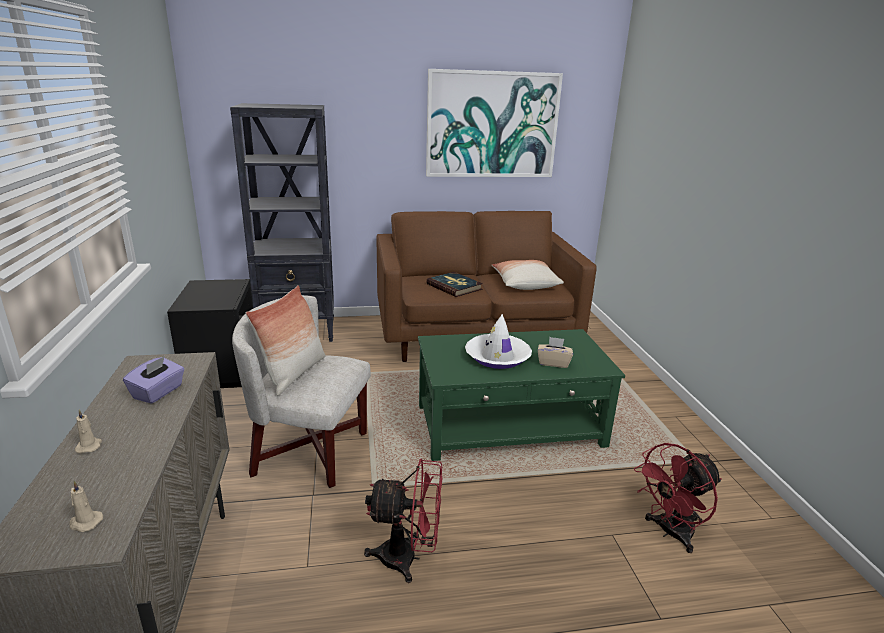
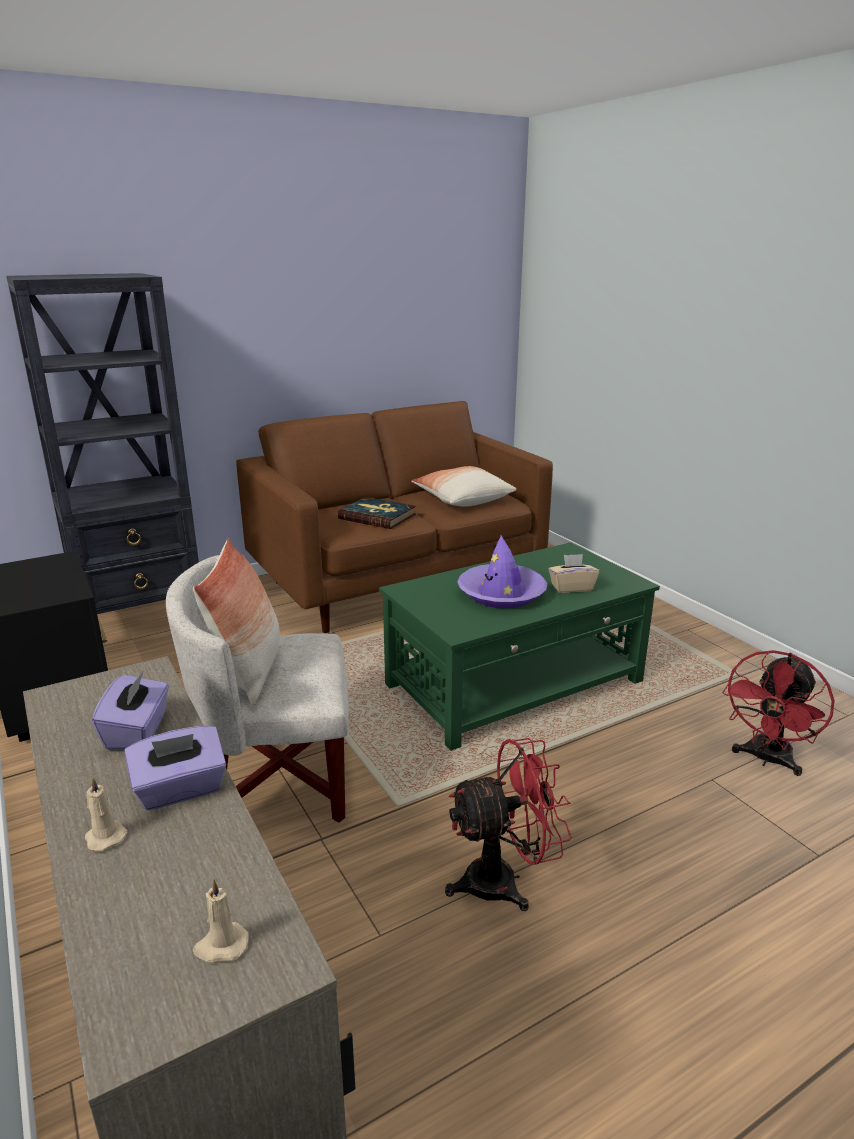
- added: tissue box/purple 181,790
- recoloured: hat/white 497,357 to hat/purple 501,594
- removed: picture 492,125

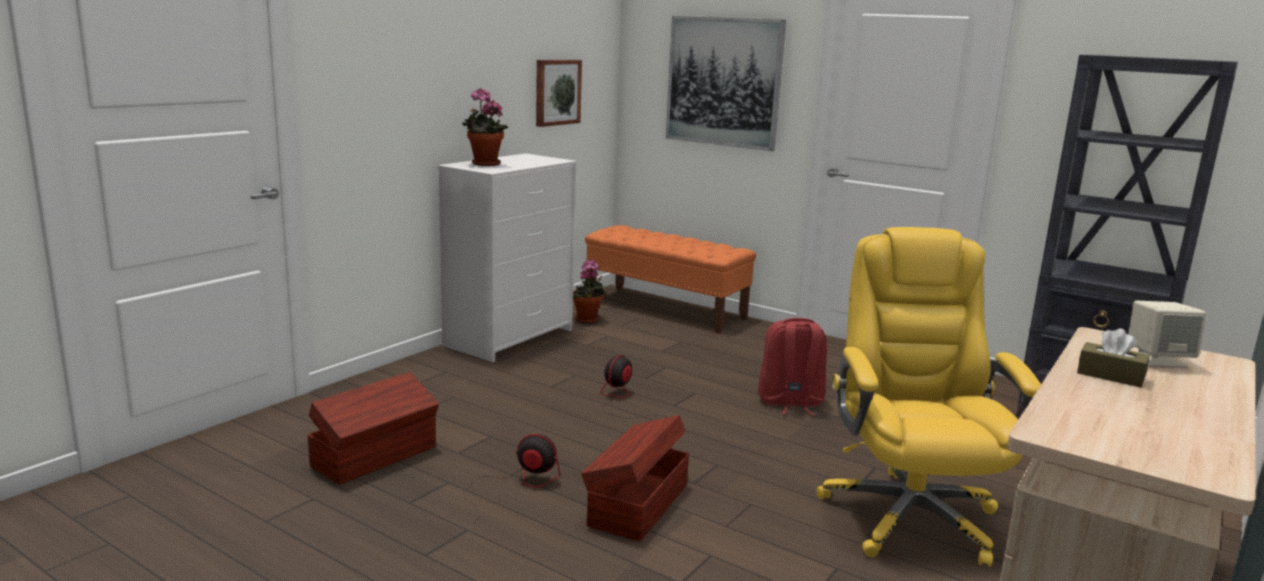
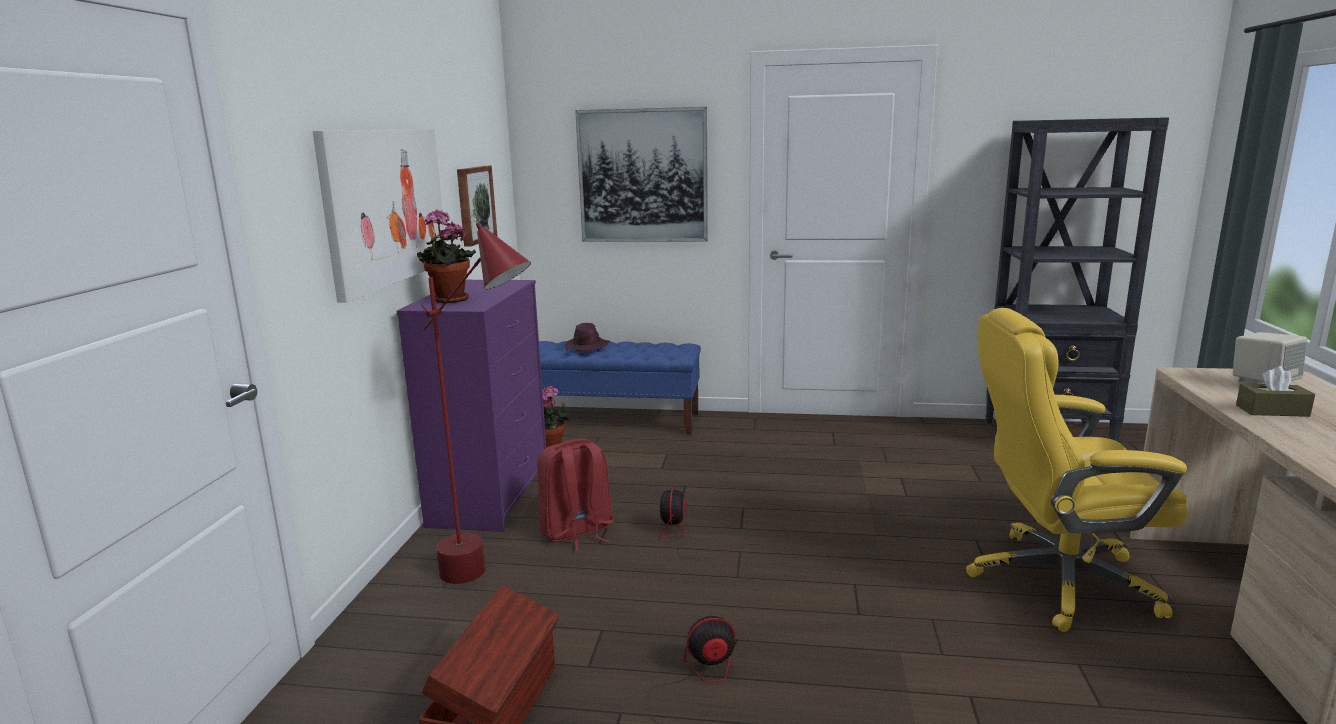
- added: picture 386,206
- recoloured: dresser/white 510,337 to dresser/purple 490,495
- added: floor lamp/red 494,578
- moved: backpack/red 789,402 to 577,532
- recoloured: bench/orange 665,309 to bench/blue 614,421
- added: hat/purple 587,347
- turned: office chair/yellow 909,515 = 1057,581 60 degrees counterclockwise
- removed: storage box/brown 636,505

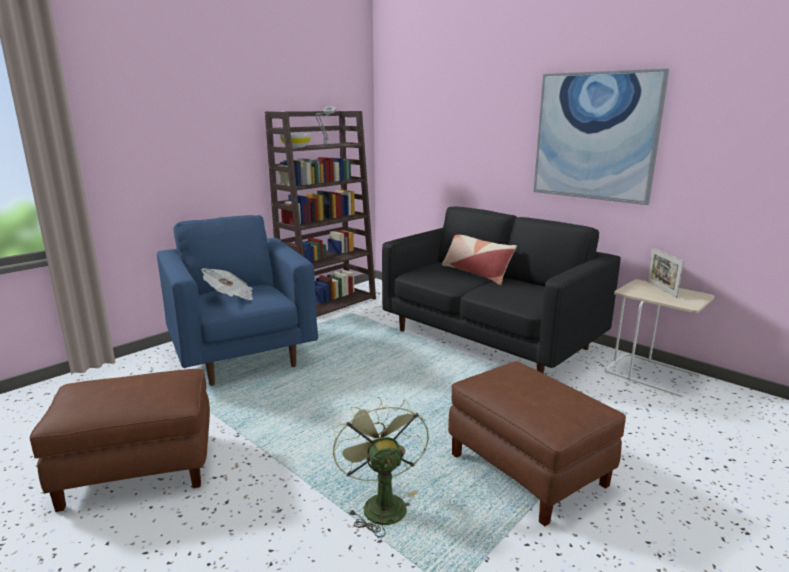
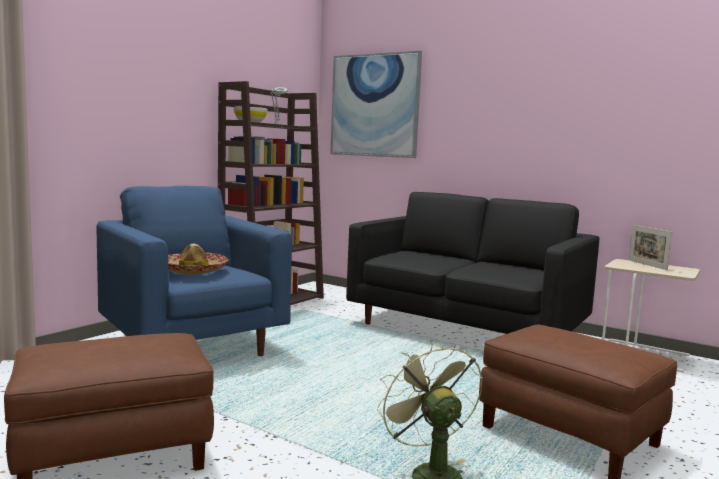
- replaced: newspaper 230,297 to hat 193,270
- moved: picture 595,136 to 374,105
- removed: pillow 475,273

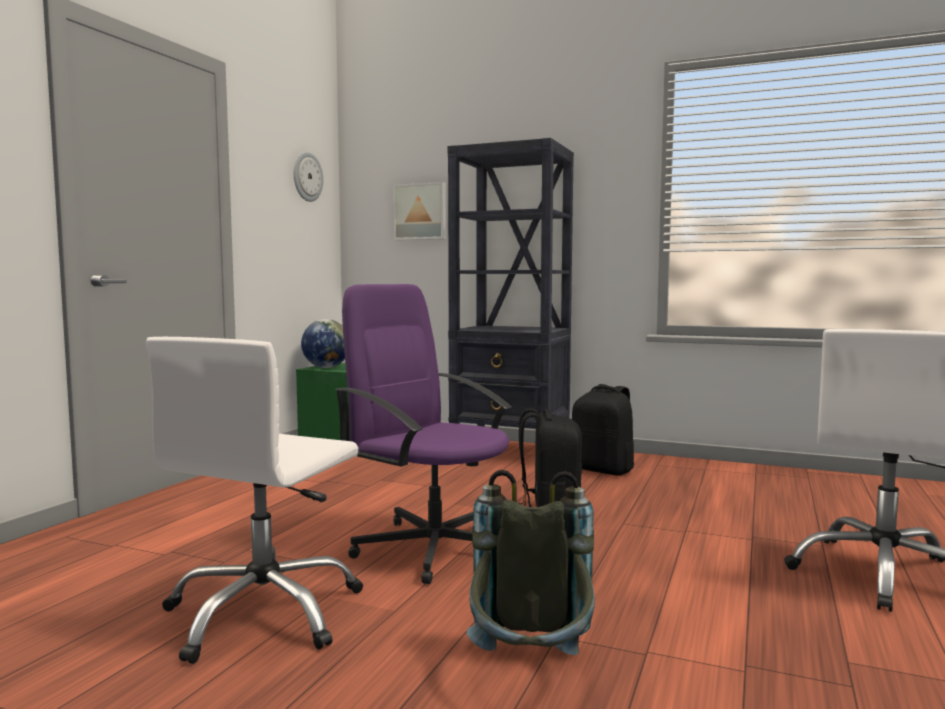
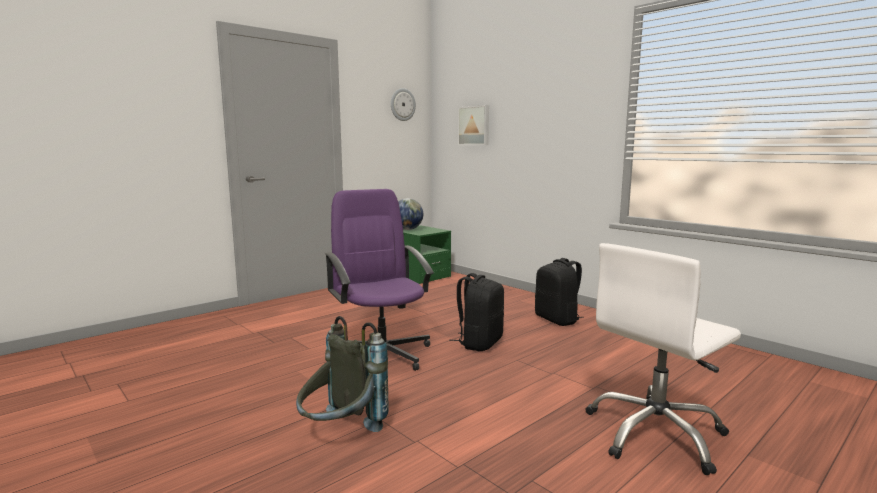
- removed: office chair/white 264,613
- removed: bookcase/black 511,451

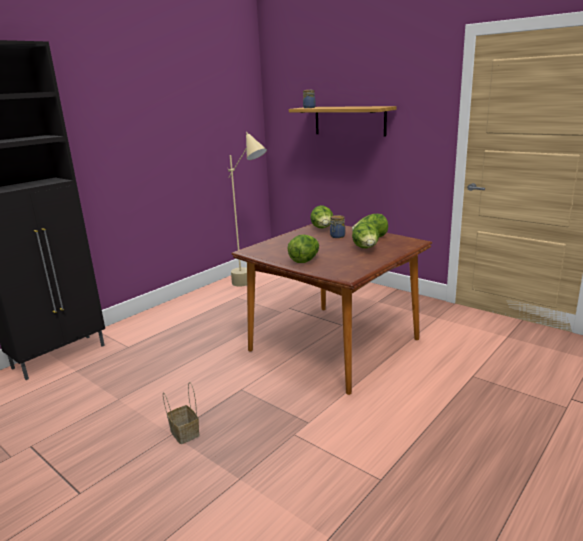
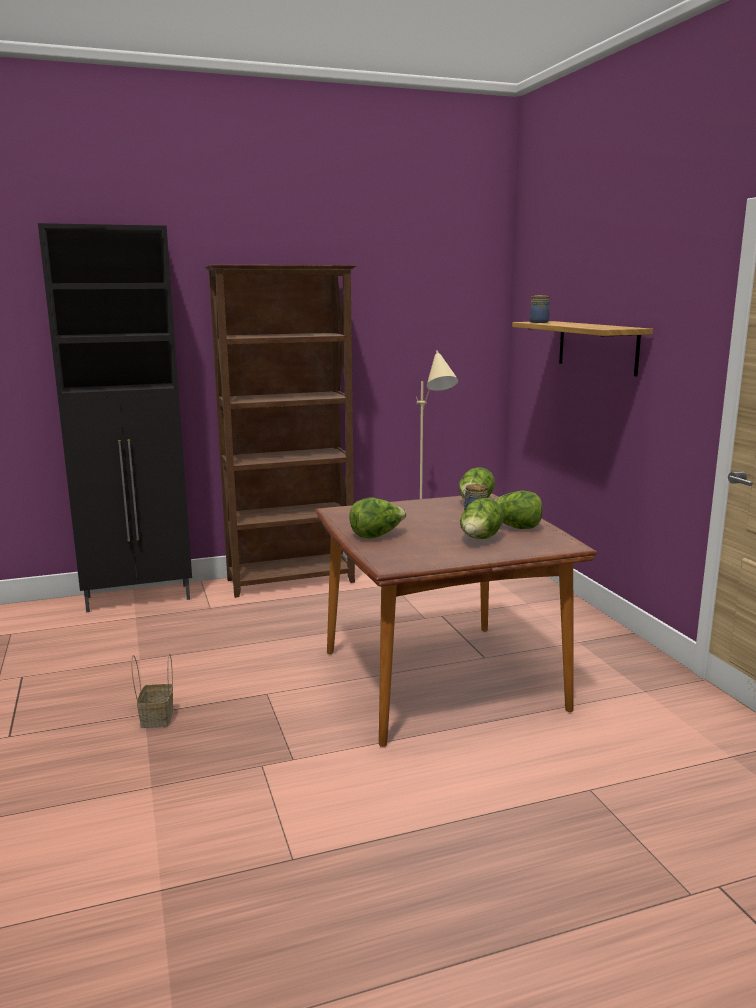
- added: bookcase/brown 292,581

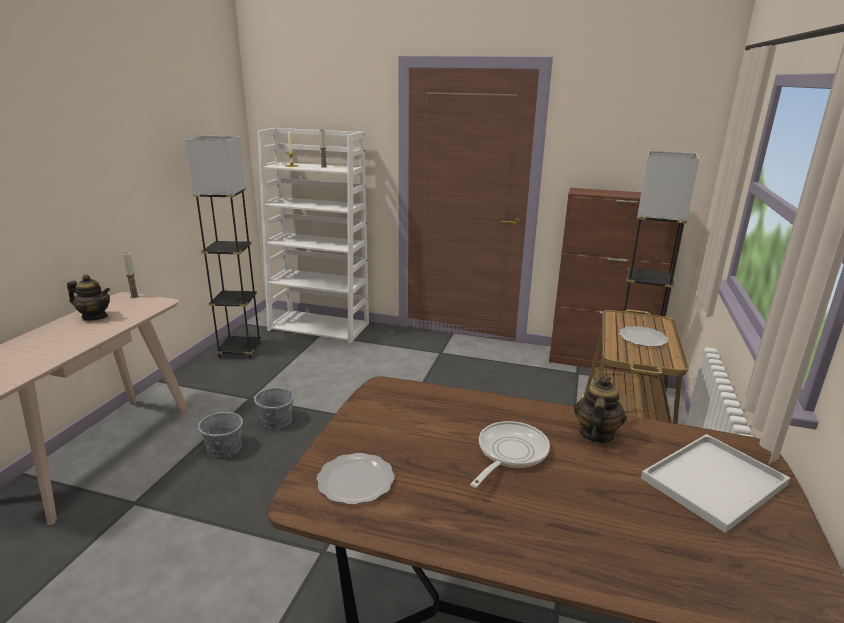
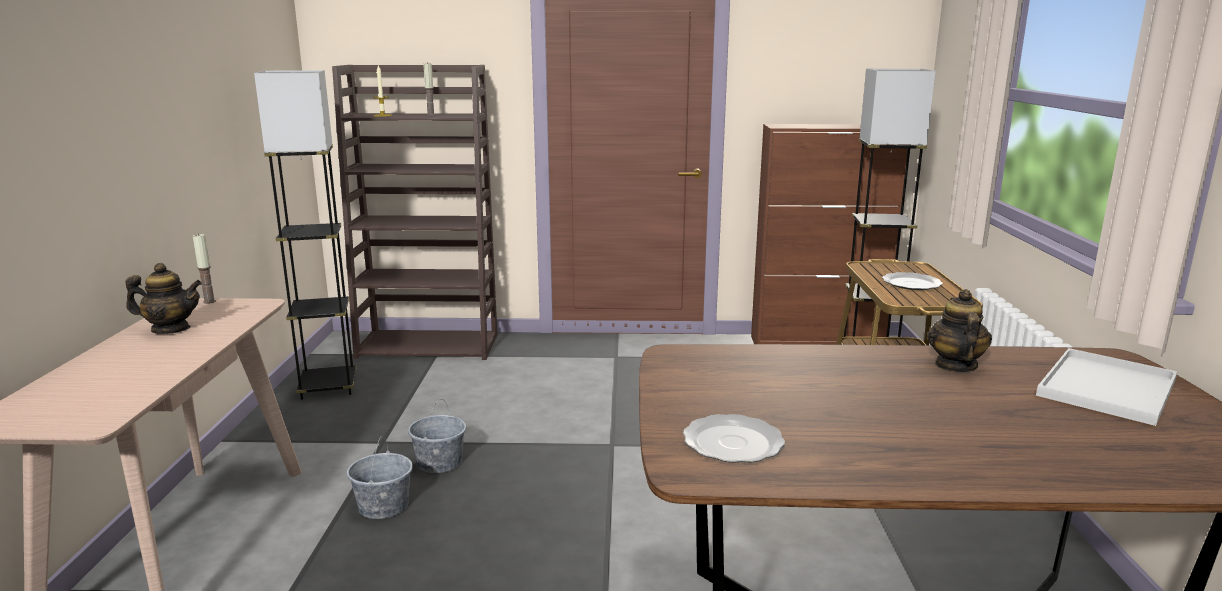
- recoloured: bookcase/white 320,327 to bookcase/brown 430,345
- removed: frying pan 509,453

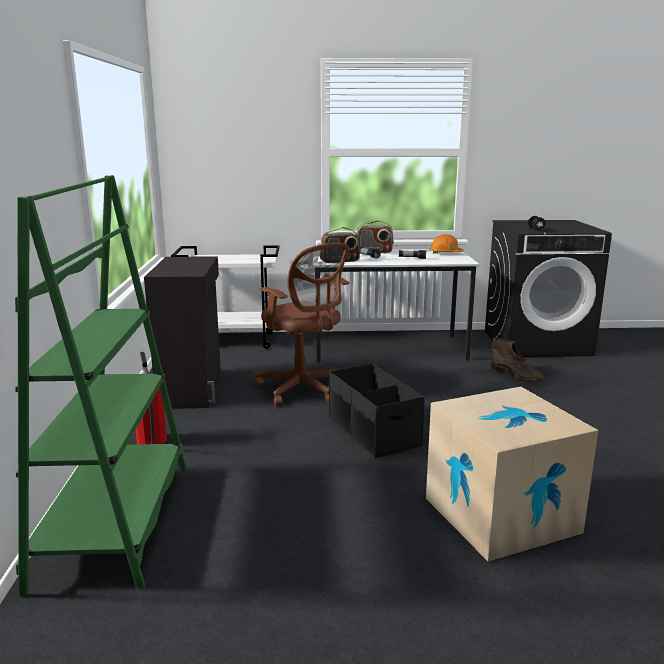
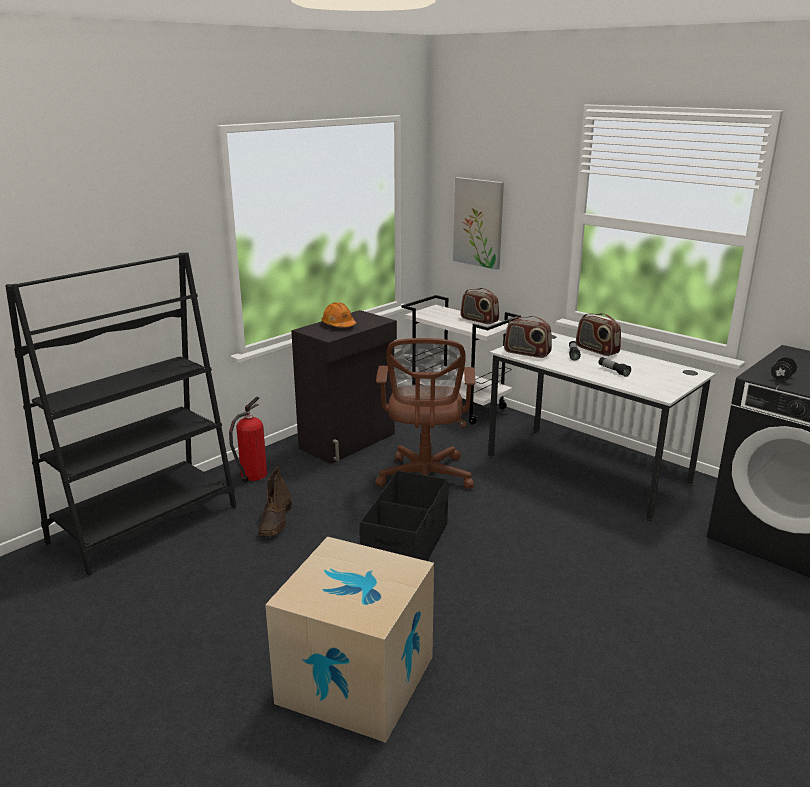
- recoloured: bookcase/green 116,522 to bookcase/black 145,524
- moved: boot/brown 516,375 to 275,521
- moved: hard hat/orange 445,253 to 338,325
- added: picture 478,222
- added: radio 479,320

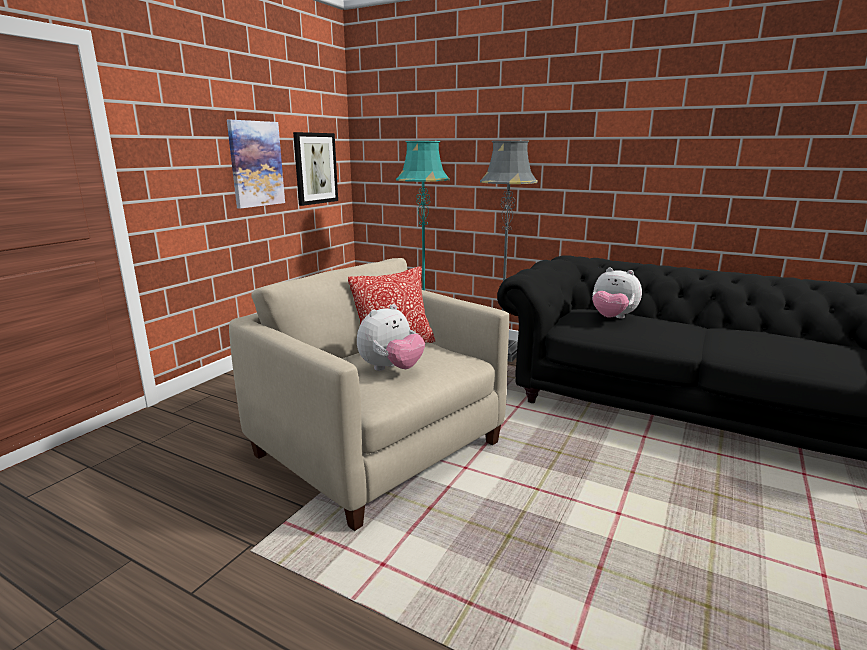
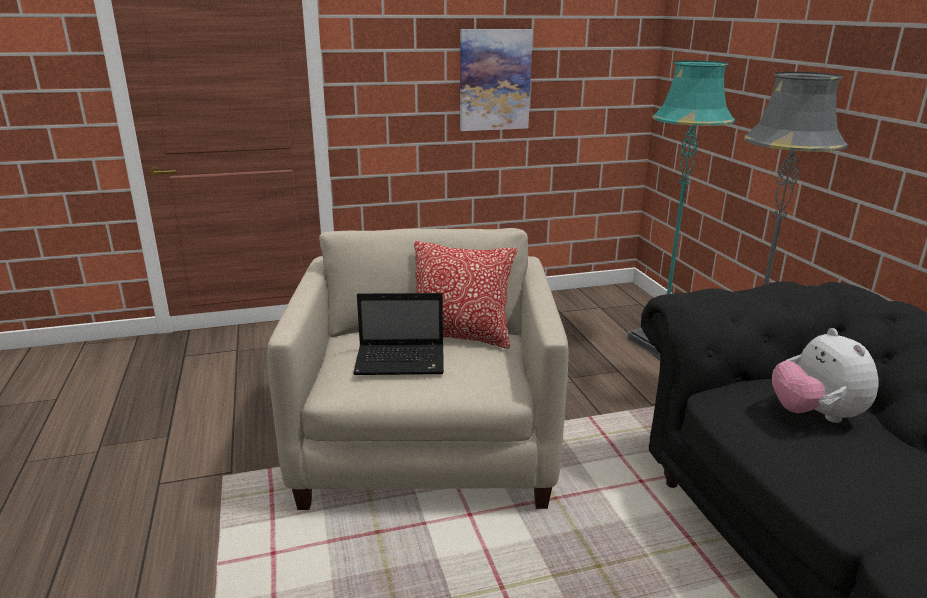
- replaced: plush toy 391,369 to laptop 402,361
- removed: picture 315,168

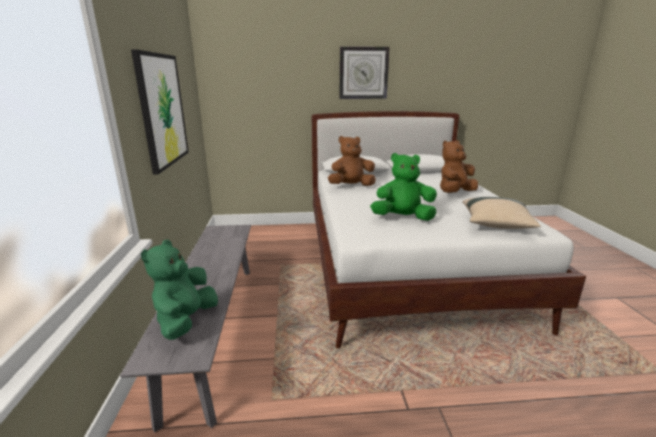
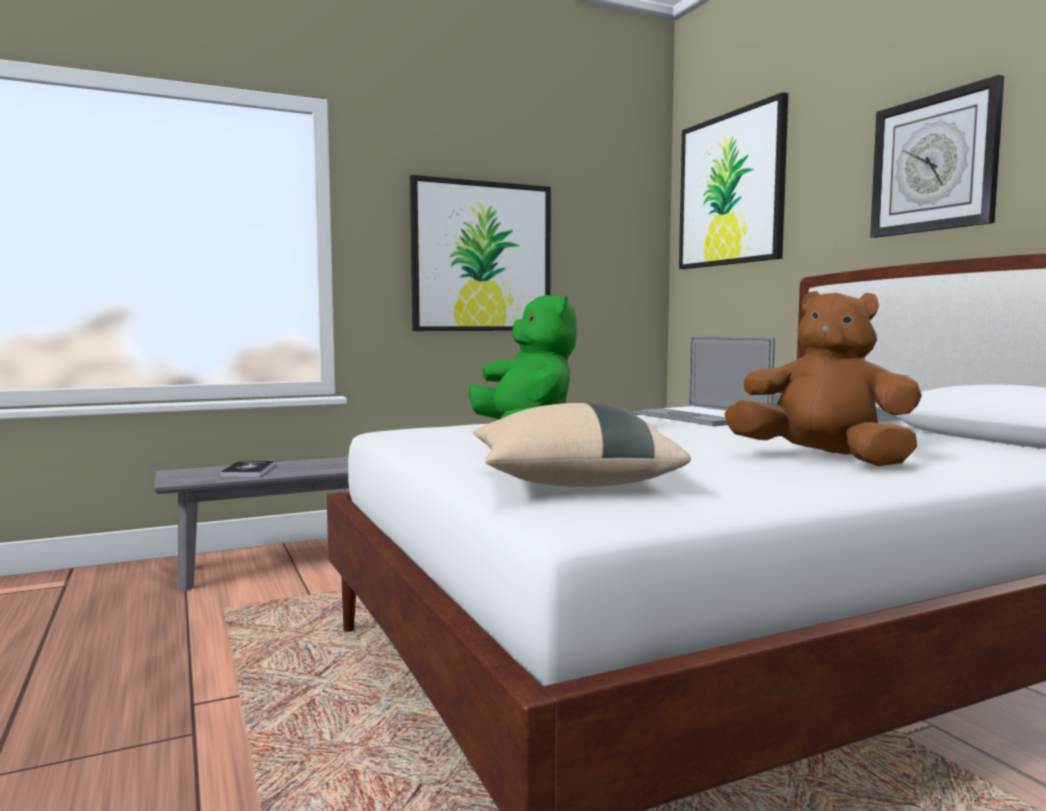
- replaced: plush toy/green 186,321 to book 248,470
- replaced: plush toy/brown 351,186 to laptop 700,417
- added: picture 731,189

